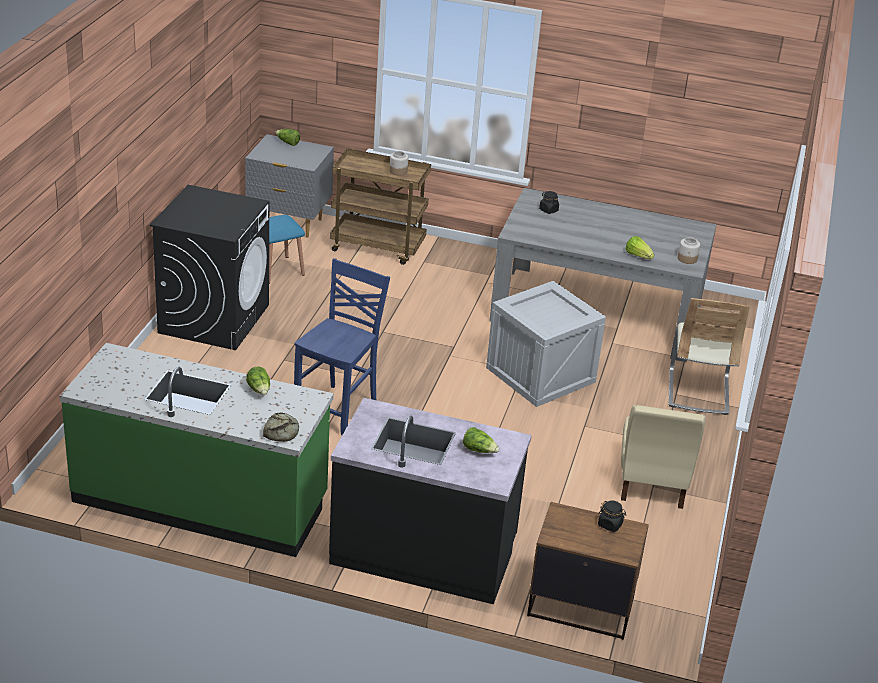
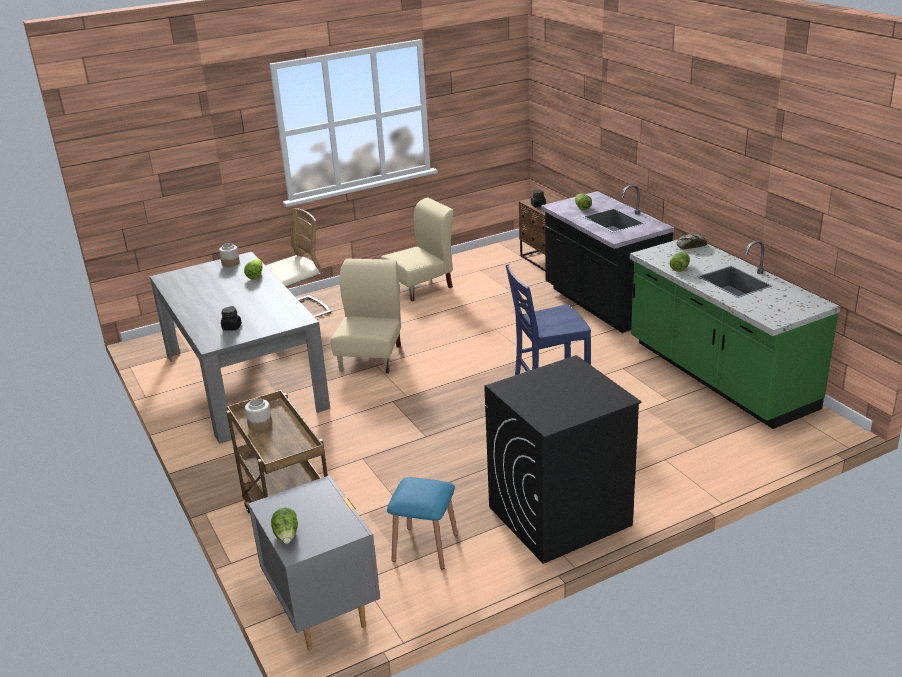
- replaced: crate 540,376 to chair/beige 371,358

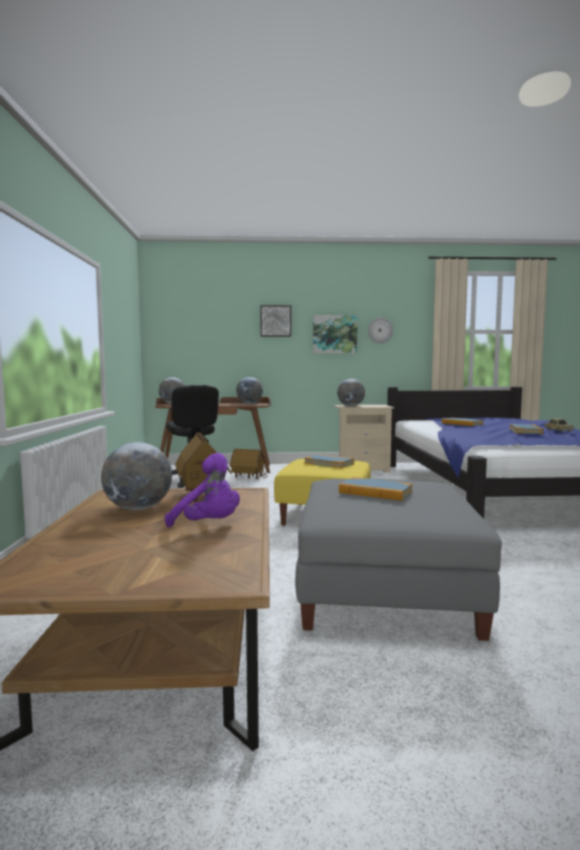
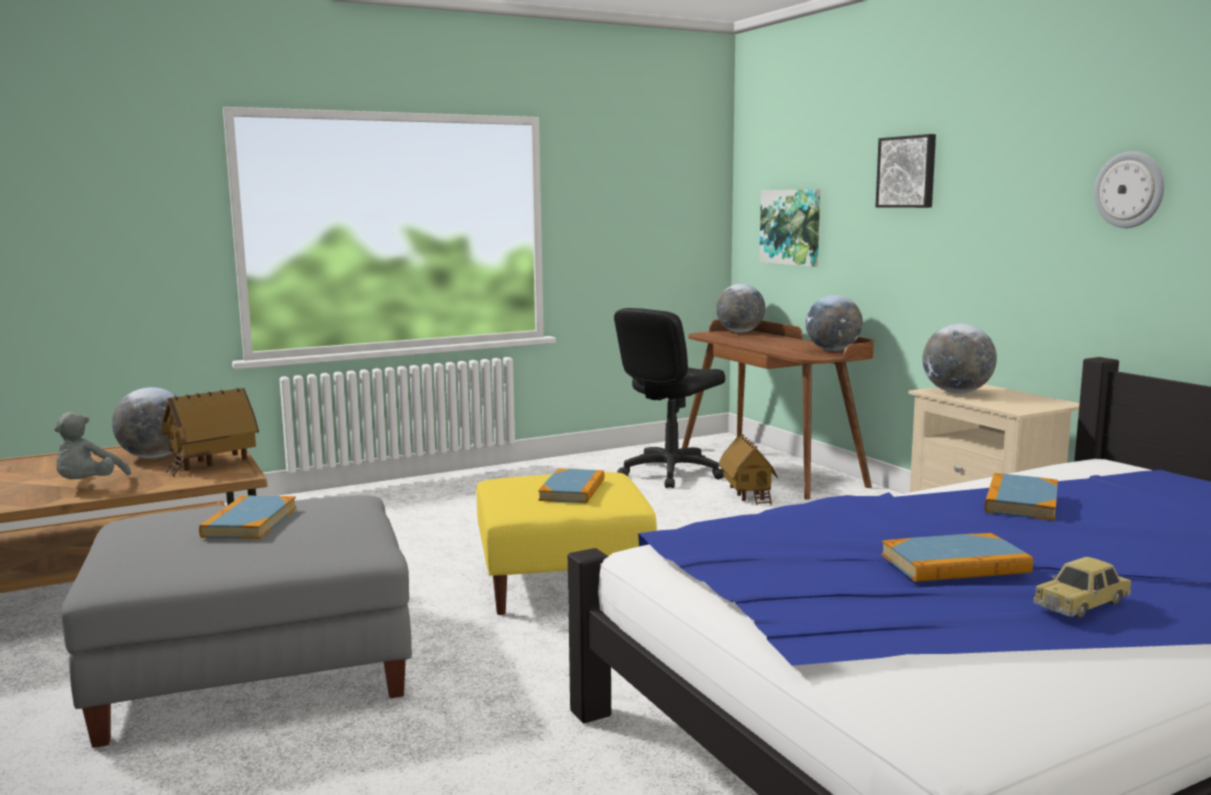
- recoloured: plush toy/purple 209,525 to plush toy/grey 88,485
- moved: picture 334,334 to 791,227

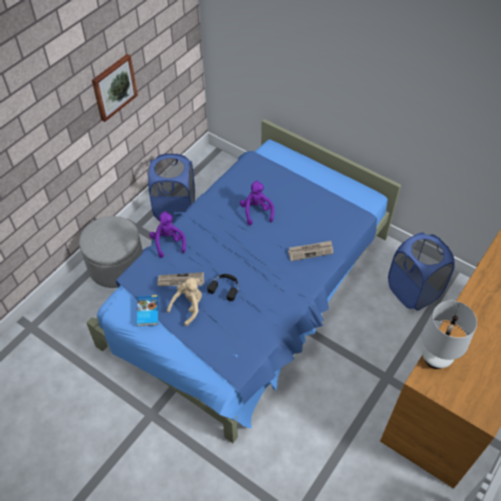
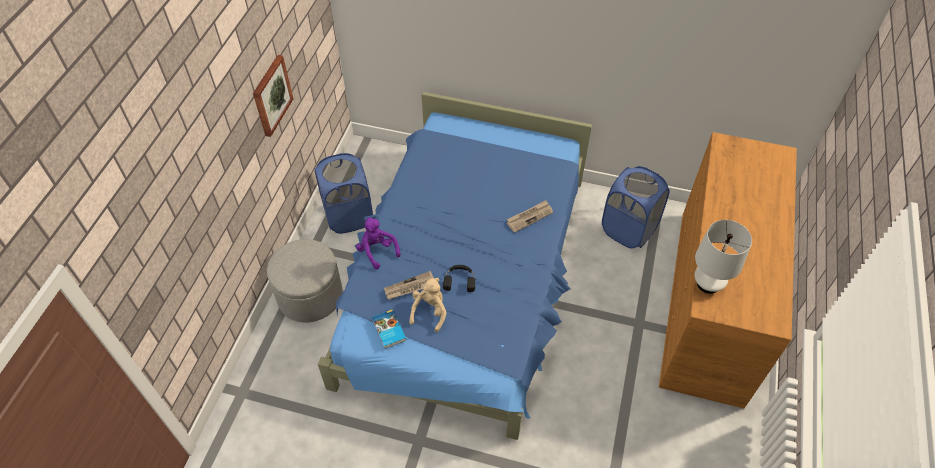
- removed: plush toy/purple 256,212

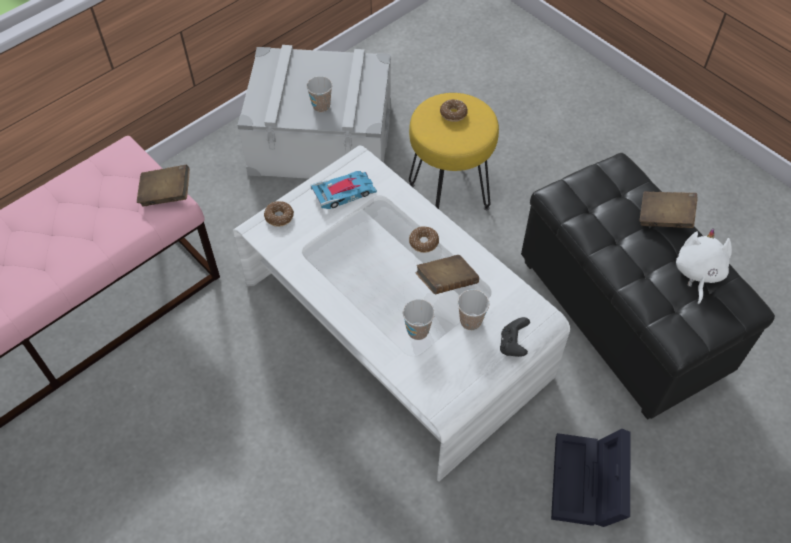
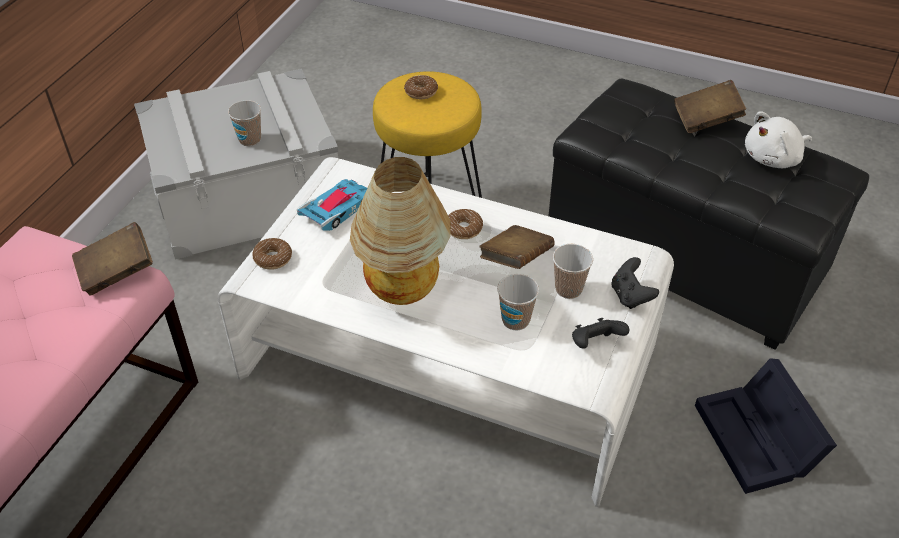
- added: table lamp 403,290
- added: game controller/black 595,344
- turned: plush toy/white 698,273 = 773,158 105 degrees counterclockwise

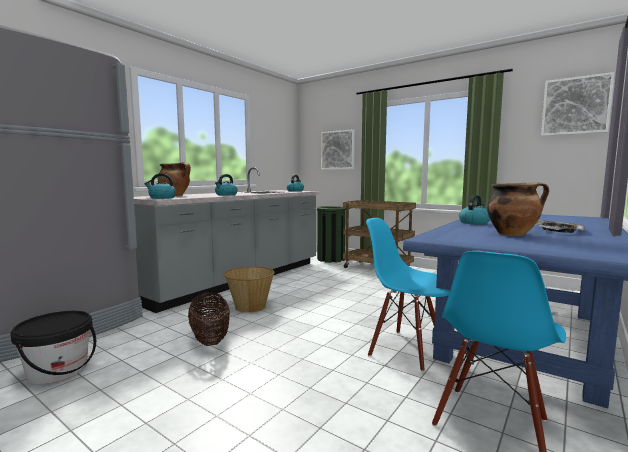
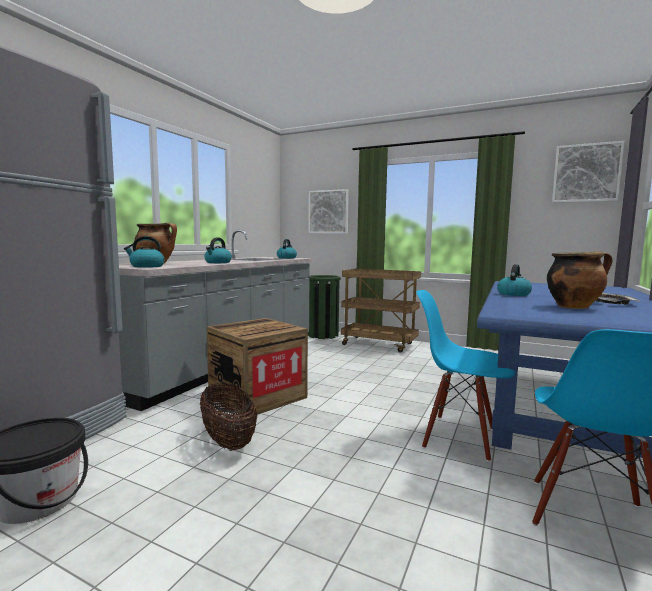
- replaced: basket 250,306 to crate 257,396

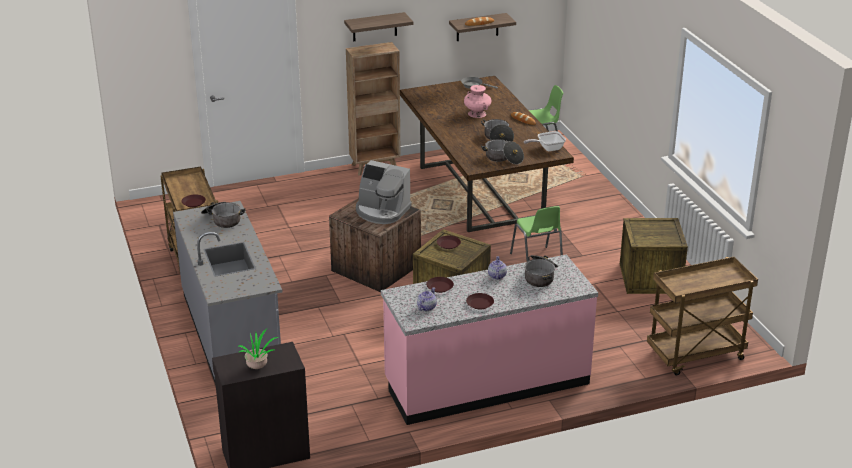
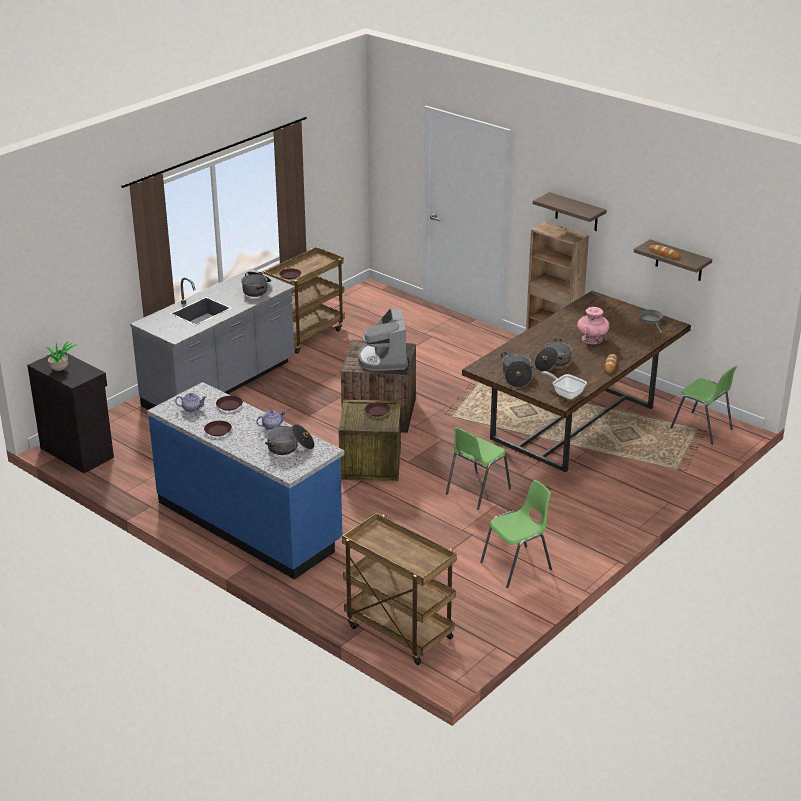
- recoloured: counter/pink 486,383 to counter/blue 249,523
- replaced: crate 650,278 to chair/green 517,566

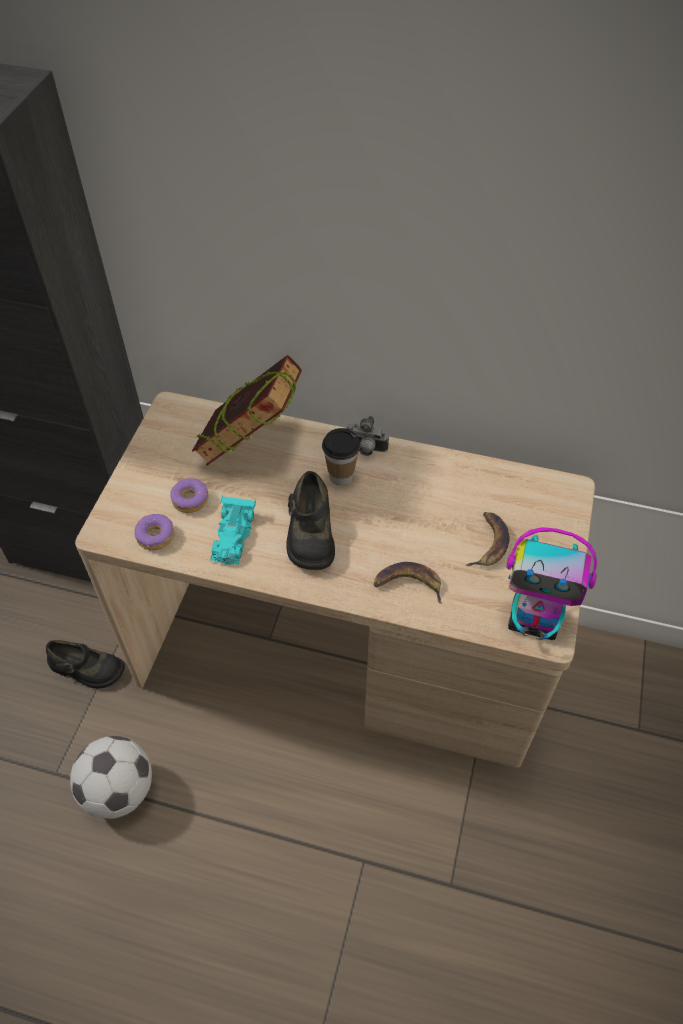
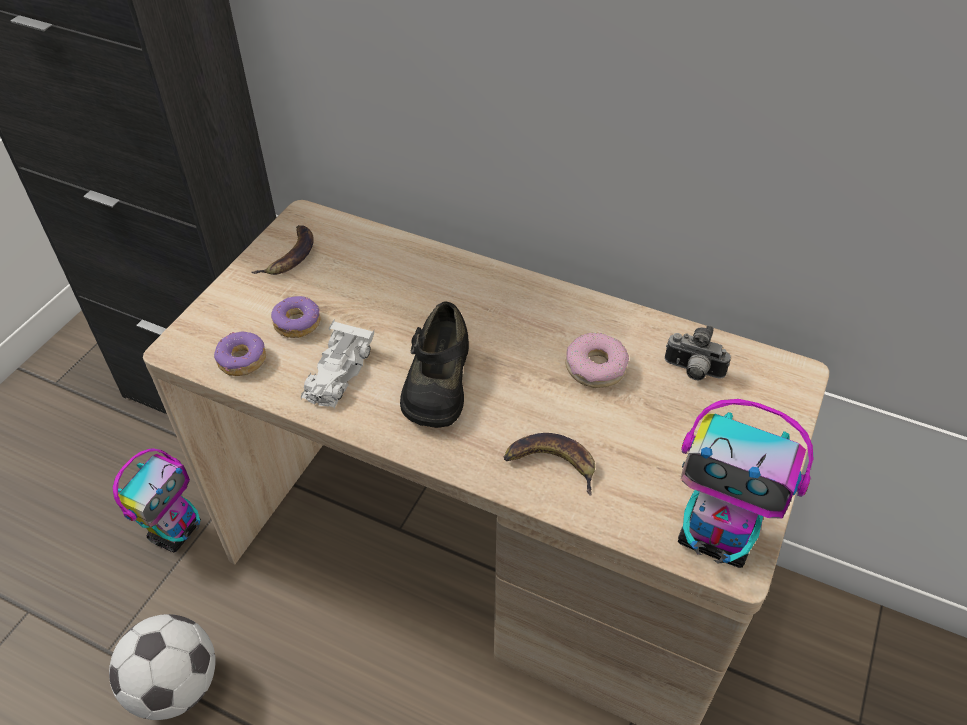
- replaced: shoe/black 86,669 to toy robot 176,531
- moved: banana 488,542 to 290,255
- recoloured: toy car/turquoise 232,536 to toy car/white 337,373
- added: donut 595,367
- moved: photo camera 365,449 to 692,371
- removed: book 252,446
- removed: cup 341,476

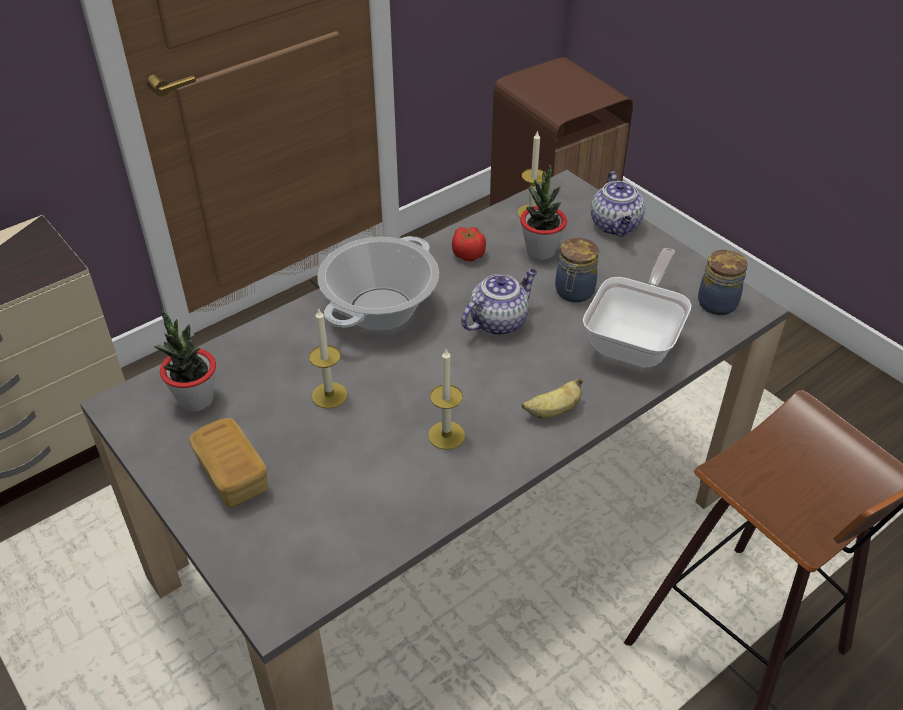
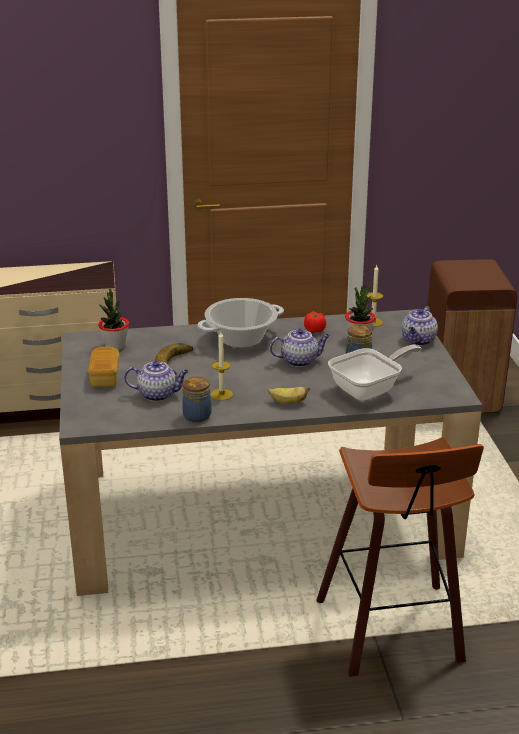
- added: teapot 158,394
- replaced: candle 329,395 to banana 179,363
- moved: jar 716,302 to 197,415

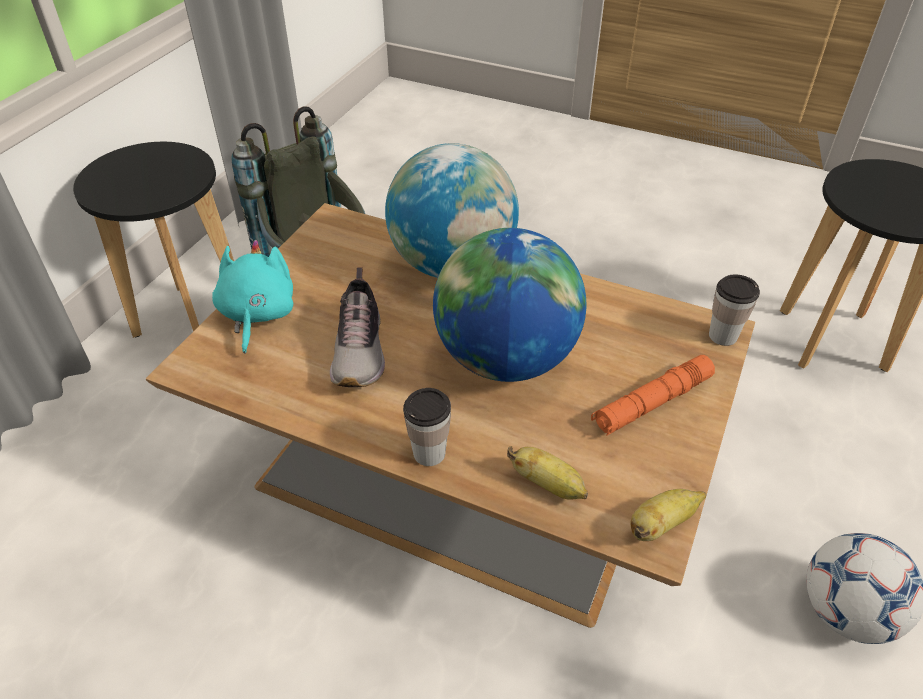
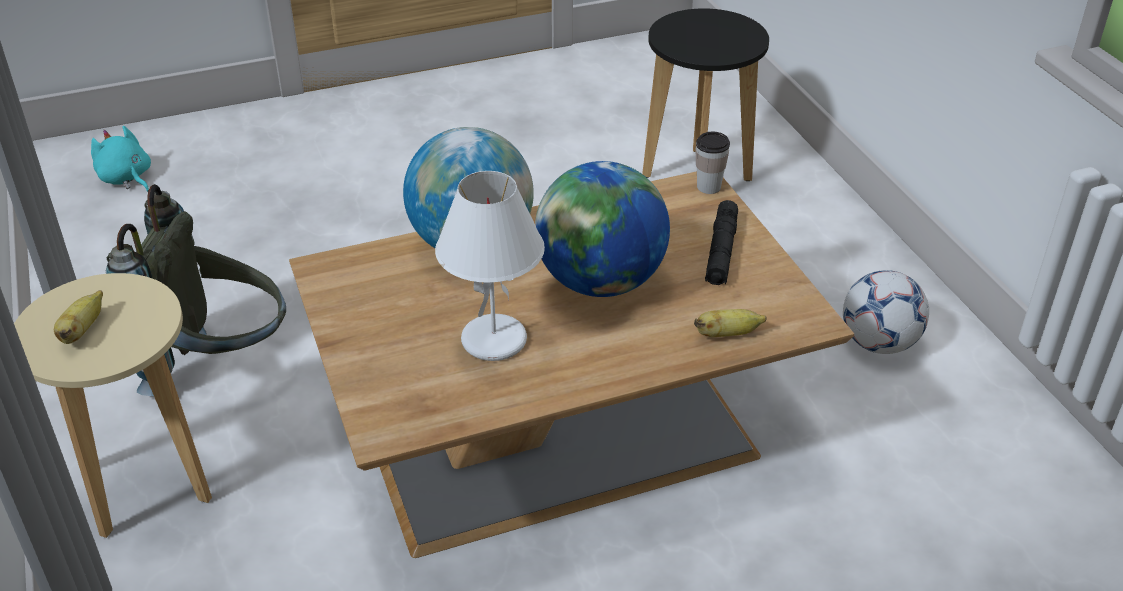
- recoloured: stool/black 191,319 to stool/beige 146,483
- moved: banana 661,524 to 82,330
- moved: plush toy/turquoise 257,315 to 126,178
- replaced: shoe 360,350 to table lamp/white 494,339
- recoloured: flashlight/orange 652,403 to flashlight/black 721,251
- removed: cup 429,453

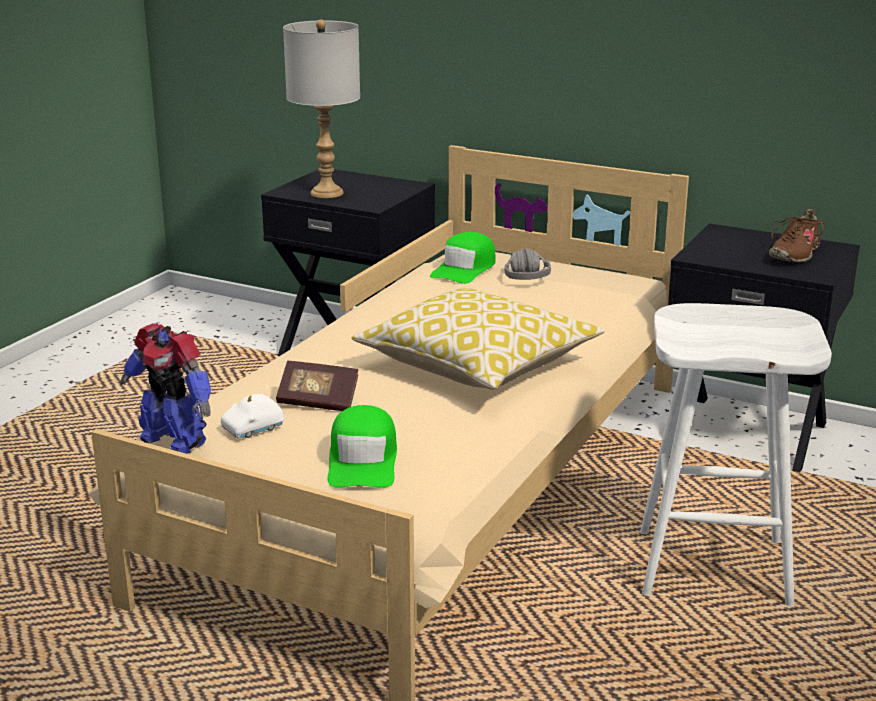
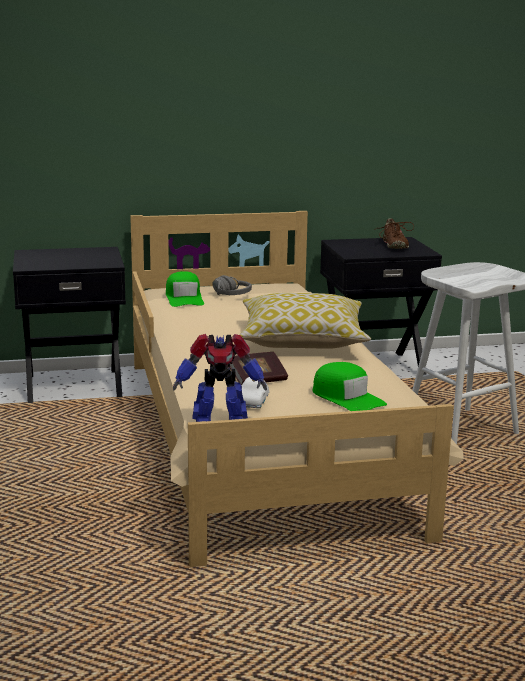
- removed: table lamp/grey 327,193

